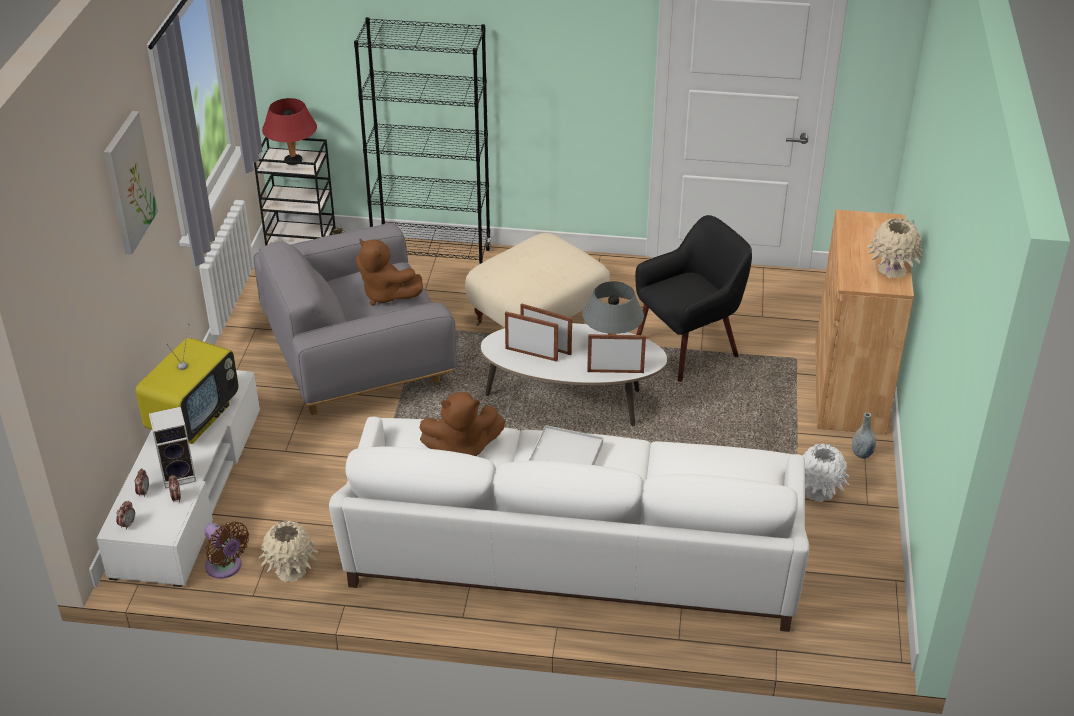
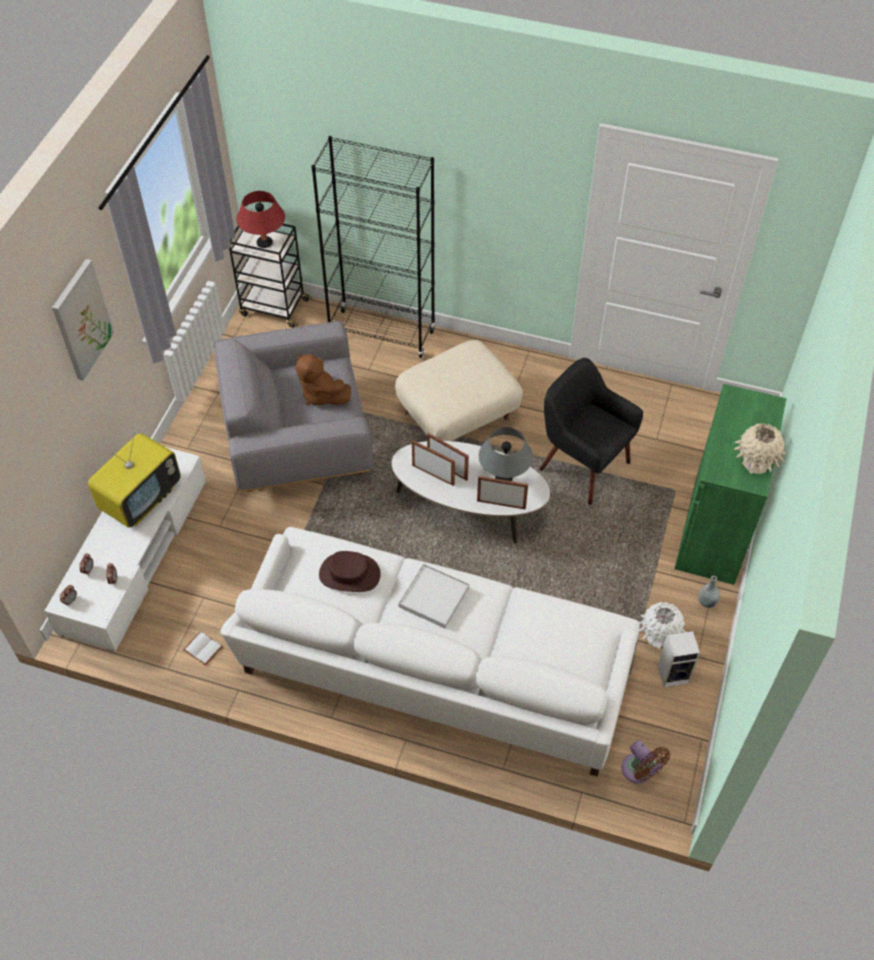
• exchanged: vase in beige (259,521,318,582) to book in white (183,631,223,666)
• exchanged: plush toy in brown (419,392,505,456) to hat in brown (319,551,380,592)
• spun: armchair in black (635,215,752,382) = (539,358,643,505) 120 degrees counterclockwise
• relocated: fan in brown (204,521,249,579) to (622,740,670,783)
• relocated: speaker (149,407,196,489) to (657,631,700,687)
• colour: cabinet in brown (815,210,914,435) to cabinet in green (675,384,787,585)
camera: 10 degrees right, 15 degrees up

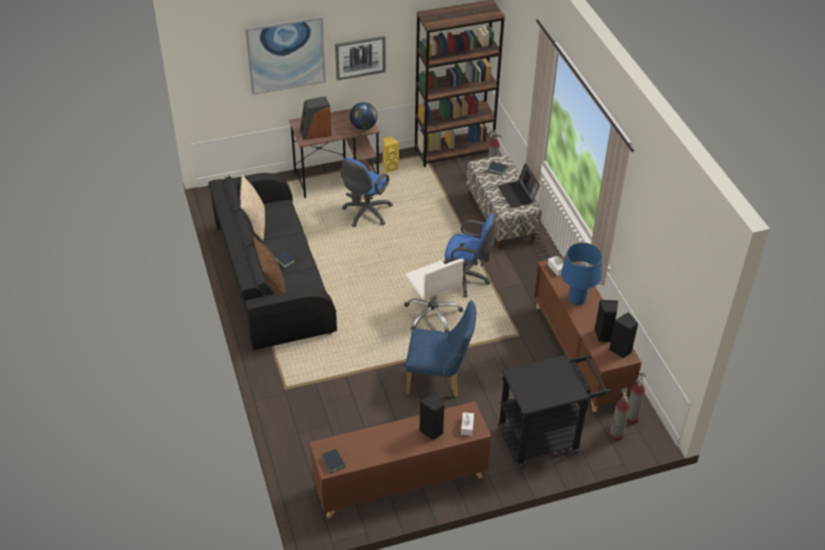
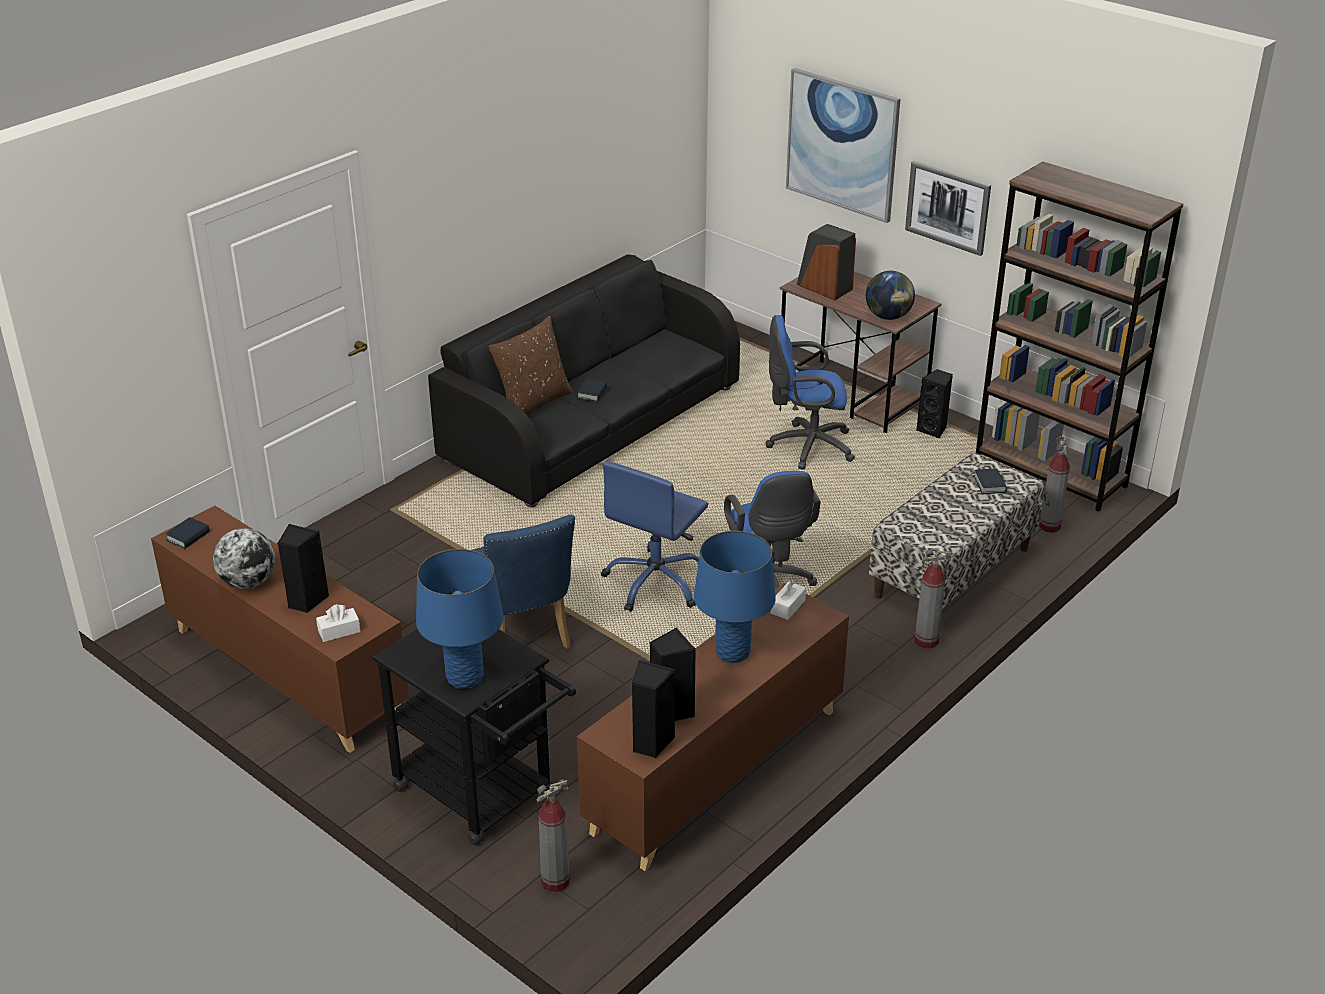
• appeared: globe (213,528,275,589)
• appeared: table lamp in blue (416,549,503,689)
• colour: office chair in white (404,259,464,333) to office chair in blue (601,461,708,612)
• relocated: fire extinguisher (627,372,646,424) to (914,550,952,649)
• colour: speaker in yellow (383,136,399,173) to speaker in black (916,369,953,438)
• missing: pillow in beige (240,175,265,241)
• missing: laptop (498,163,540,208)
camera: 60 degrees right, 10 degrees down

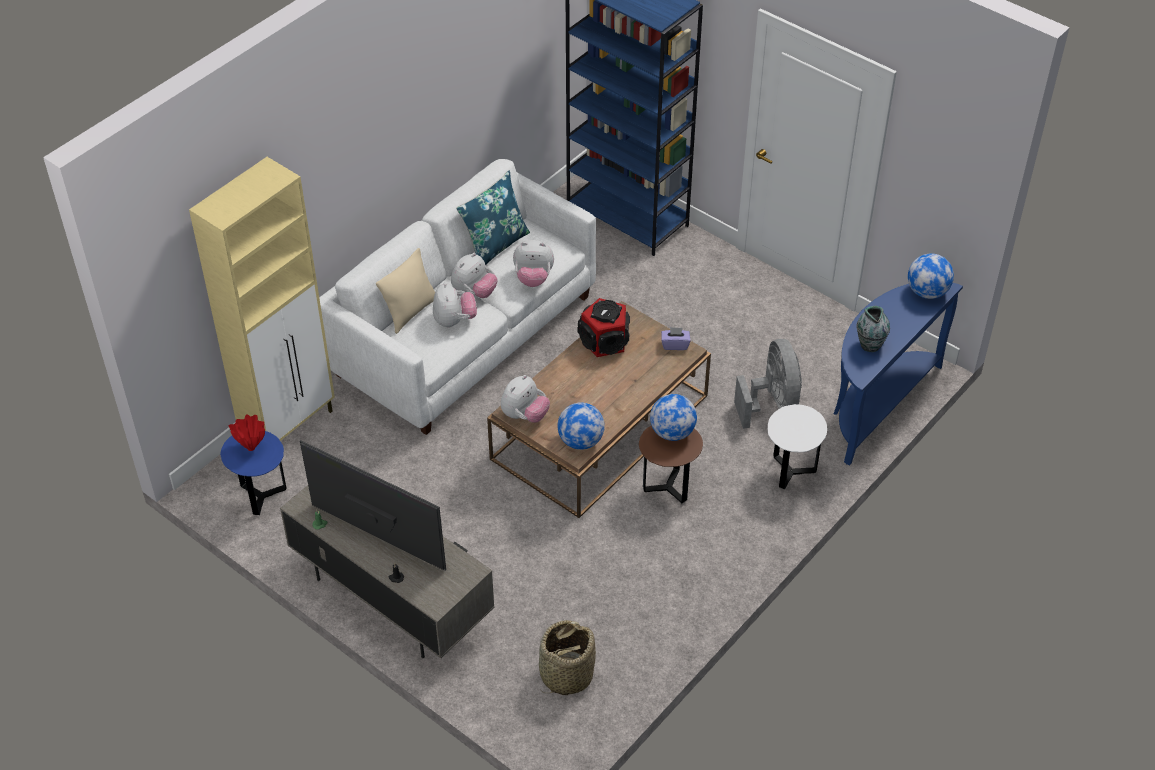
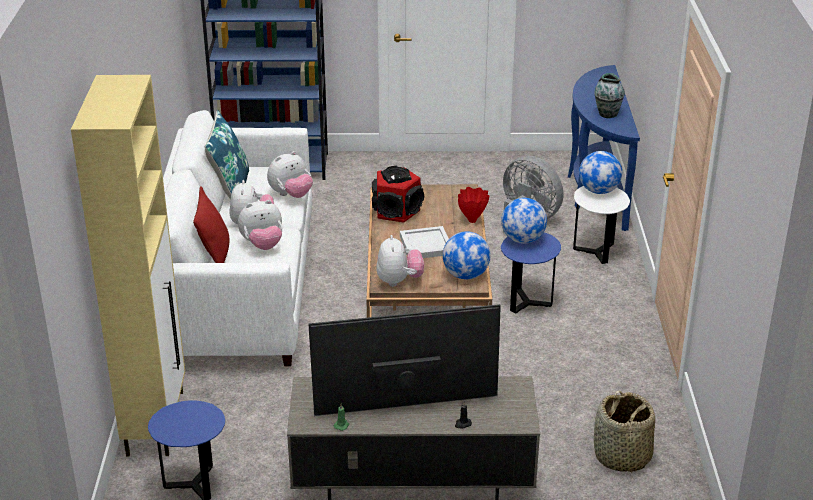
• colour: pillow in beige (376,248,435,334) to pillow in red (193,186,229,263)
• spun: plush toy (433,282,477,328) = (238,200,282,250) 120 degrees clockwise
• appeared: tray in white (400,226,449,258)
• relocated: vase in red (228,414,265,451) to (458,187,489,223)
• colour: side table in brown (639,426,703,503) to side table in blue (501,232,561,313)
• relocated: globe (908,253,954,299) to (579,151,622,194)
• missing: tissue box in purple (661,327,691,350)
camera: 40 degrees left, 15 degrees down

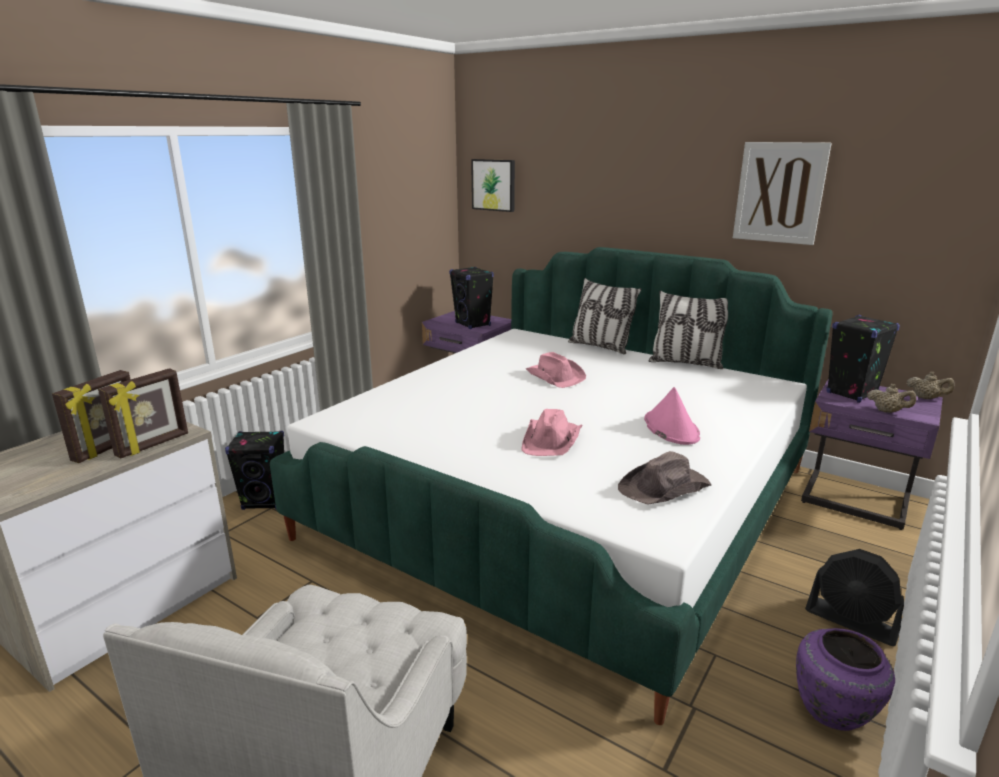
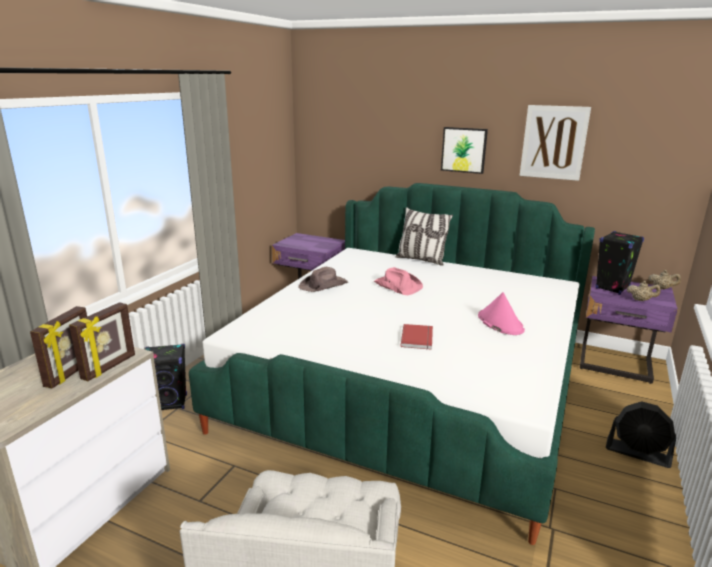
• relocated: hat in brown (618,451,712,505) to (298,267,348,292)
• exchanged: hat in pink (521,409,583,456) to book in red (401,324,433,350)
• relocated: picture (471,159,515,212) to (441,127,488,174)
• missing: speaker in black (449,267,494,329)
• missing: pillow (648,291,728,369)
• missing: vase in purple (796,628,895,731)
camera: 10 degrees left, 0 degrees up

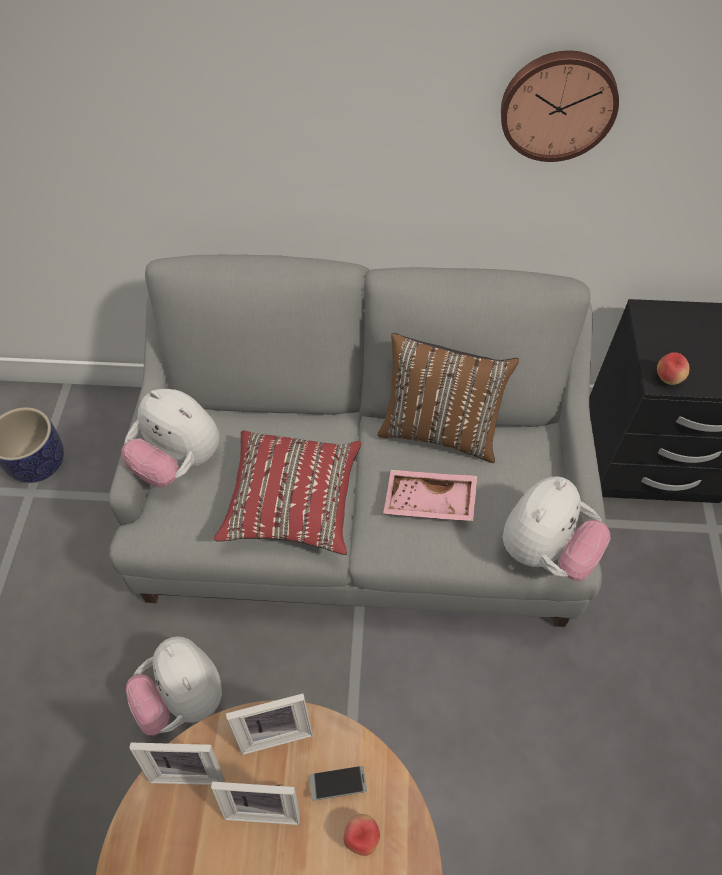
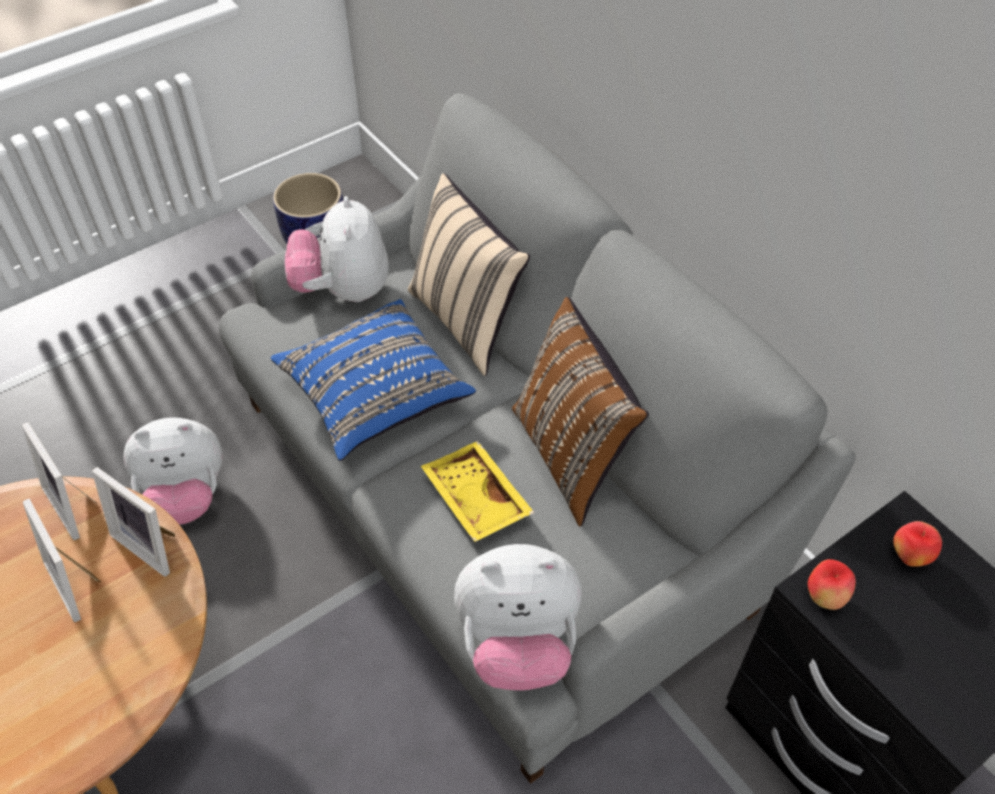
• spun: plush toy (126,637,222,736) = (124,417,223,525) 120 degrees counterclockwise
• colour: pillow in red (214,430,361,555) to pillow in blue (271,299,476,461)
• appeared: pillow in beige (408,173,530,376)
• colour: tray in pink (383,470,478,521) to tray in yellow (421,441,535,542)
• relocated: apple (344,814,380,856) to (893,521,942,567)
• missing: phone (309,766,367,801)
• missing: wall clock (501,51,619,162)
camera: 50 degrees right, 5 degrees down

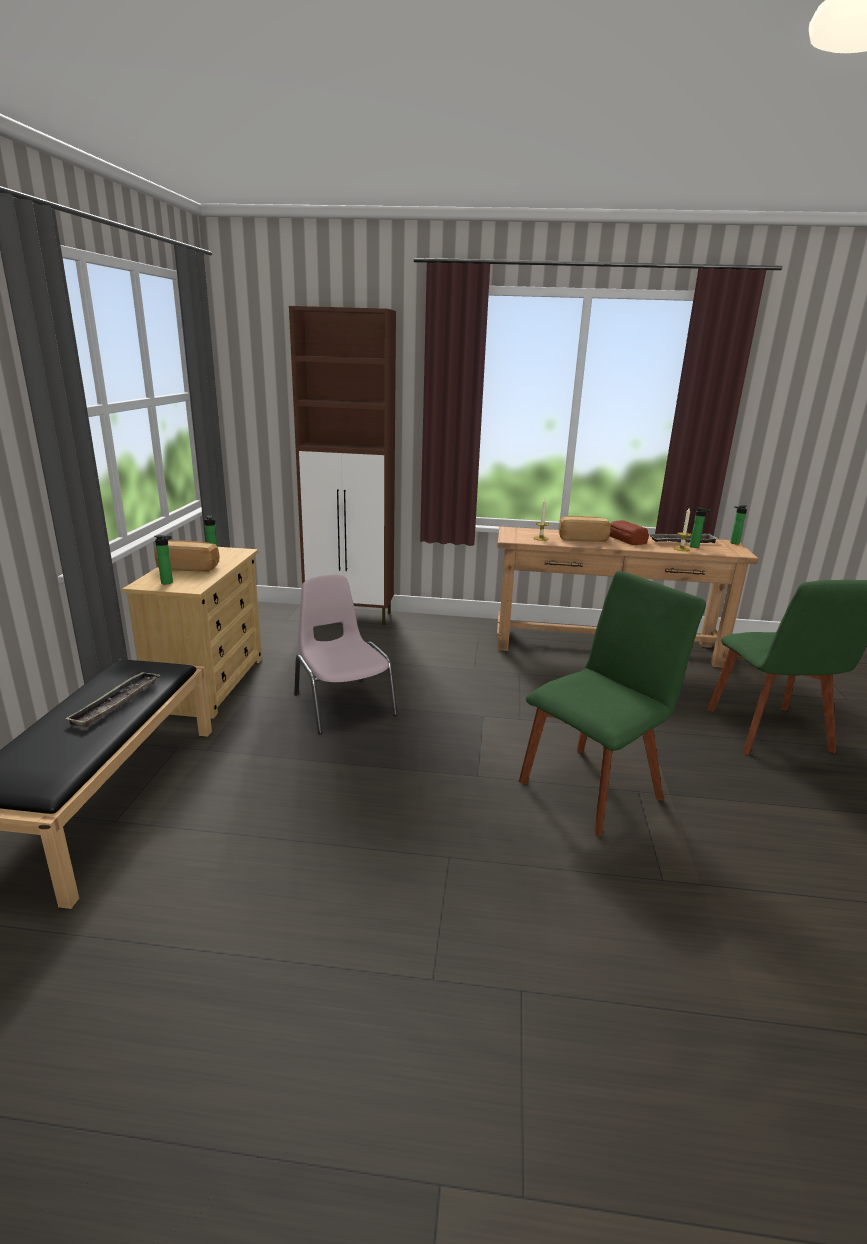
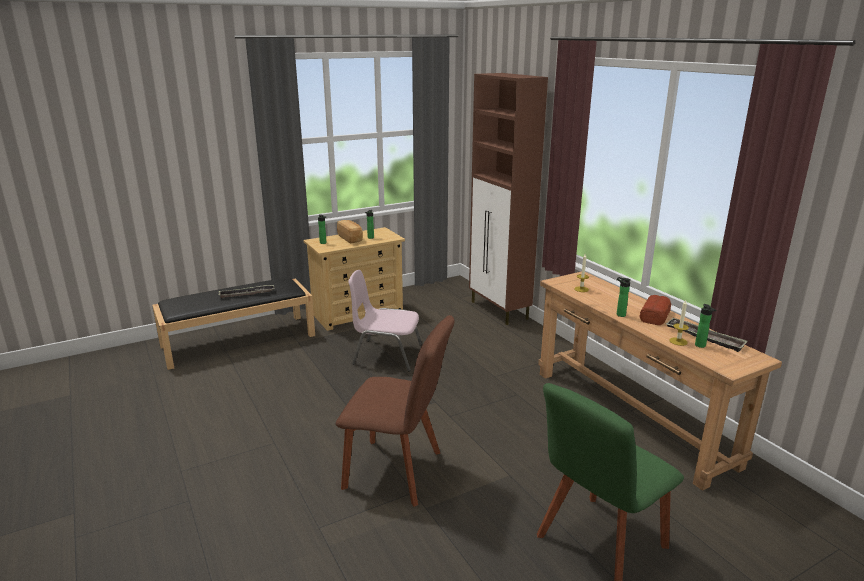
• colour: chair in green (519,571,706,837) to chair in brown (336,315,455,507)
• spun: chair in pink (294,575,398,734) = (348,270,422,371) 105 degrees counterclockwise
• relocated: bottle (730,505,747,544) to (617,277,631,317)
• missing: bread (559,516,611,542)
camera: 55 degrees right, 0 degrees up

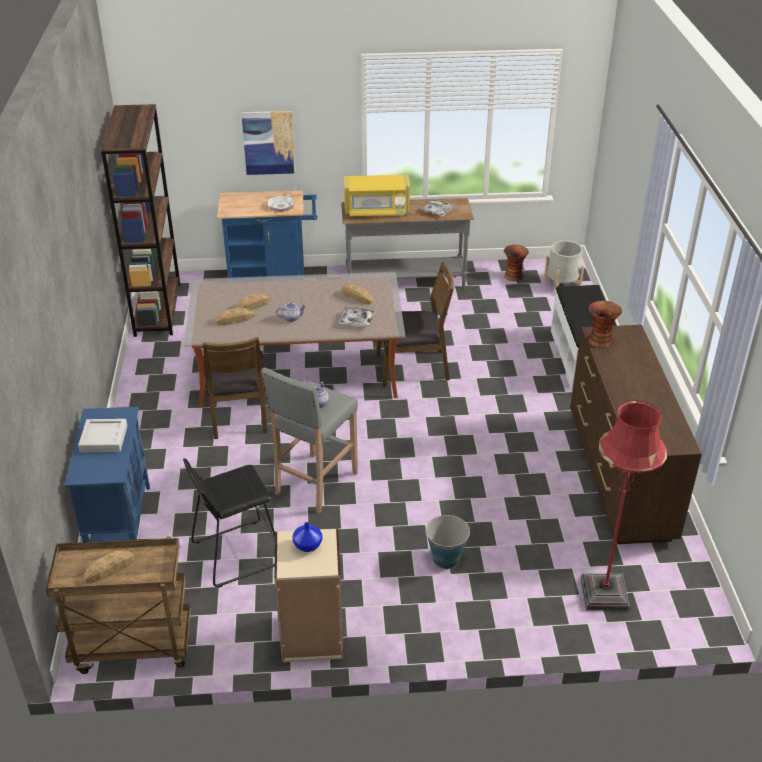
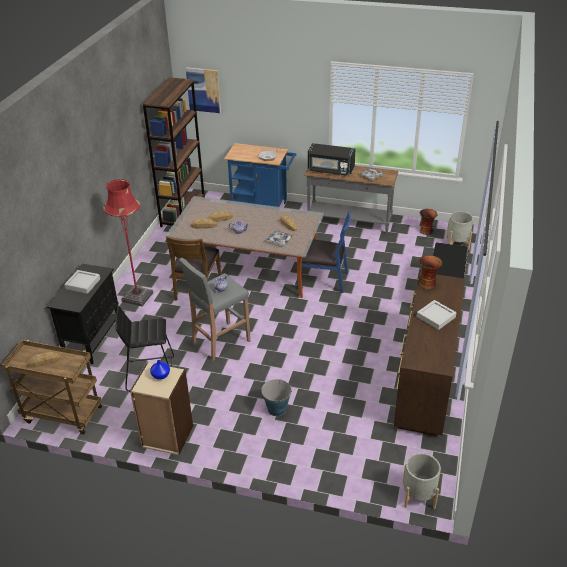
• colour: cabinet in blue (65,407,150,542) to cabinet in black (47,264,119,364)
• relocated: floor lamp in red (581,400,667,611) to (104,179,154,307)
• relocated: picture (241,111,295,175) to (186,67,221,113)
• colour: chair in brown (376,262,454,387) to chair in blue (296,211,351,293)
• colour: microwave in yellow (344,175,410,216) to microwave in black (308,143,356,176)
• appeared: planter in grey (403,453,441,509)
• appeared: tray in grey (417,300,456,330)
camera: 20 degrees right, 0 degrees up

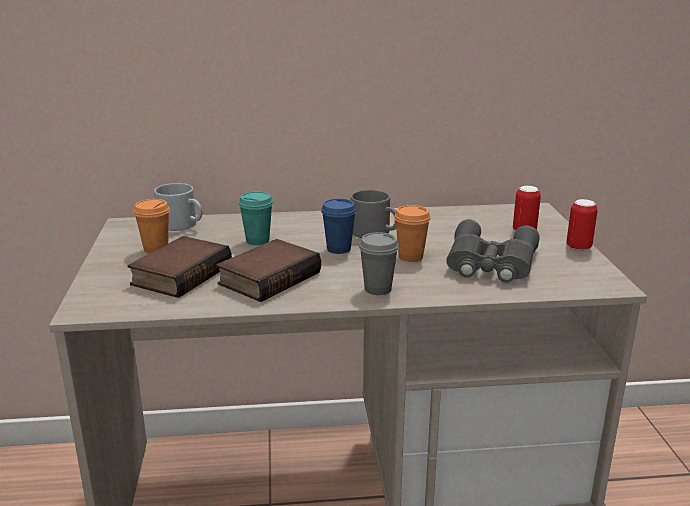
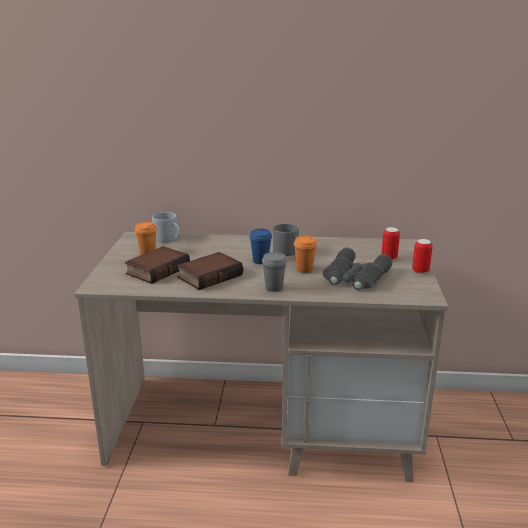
• missing: cup in turquoise (239,192,273,245)
camera: 10 degrees right, 0 degrees up

